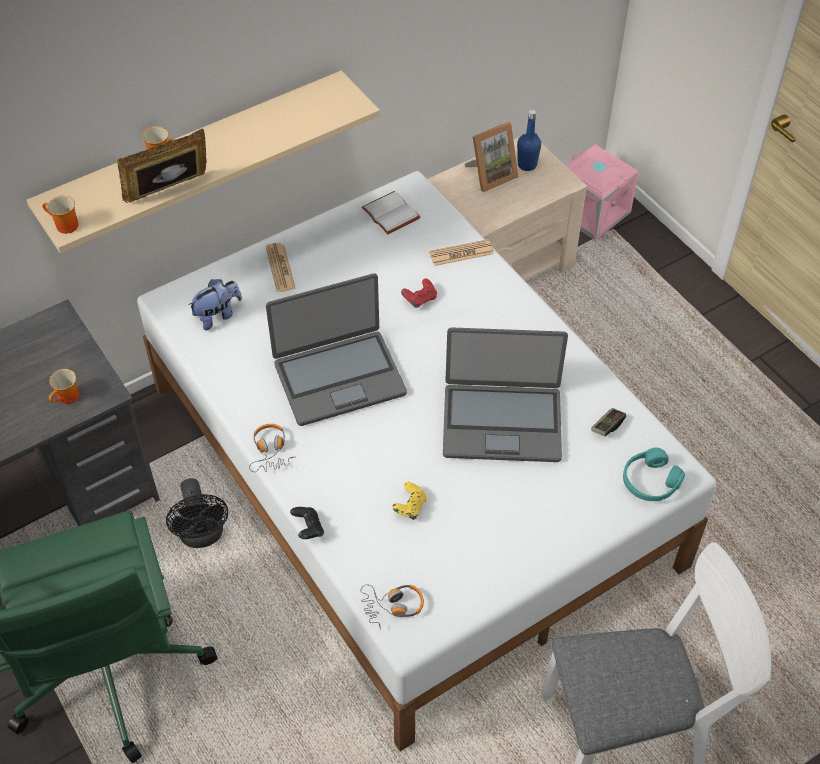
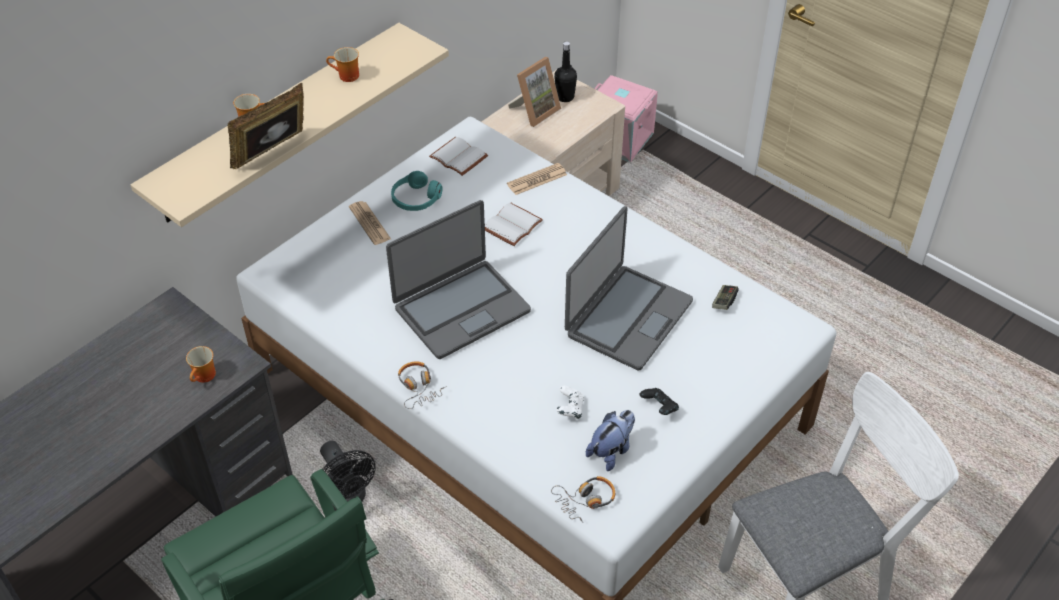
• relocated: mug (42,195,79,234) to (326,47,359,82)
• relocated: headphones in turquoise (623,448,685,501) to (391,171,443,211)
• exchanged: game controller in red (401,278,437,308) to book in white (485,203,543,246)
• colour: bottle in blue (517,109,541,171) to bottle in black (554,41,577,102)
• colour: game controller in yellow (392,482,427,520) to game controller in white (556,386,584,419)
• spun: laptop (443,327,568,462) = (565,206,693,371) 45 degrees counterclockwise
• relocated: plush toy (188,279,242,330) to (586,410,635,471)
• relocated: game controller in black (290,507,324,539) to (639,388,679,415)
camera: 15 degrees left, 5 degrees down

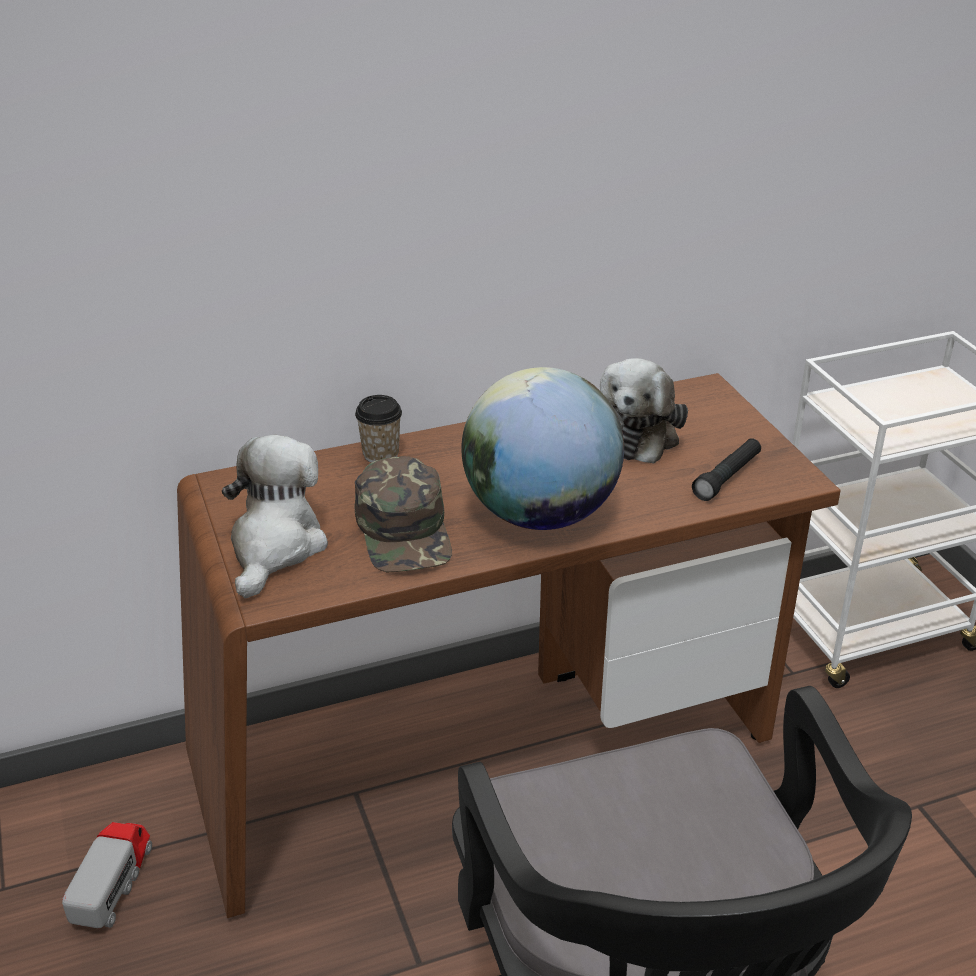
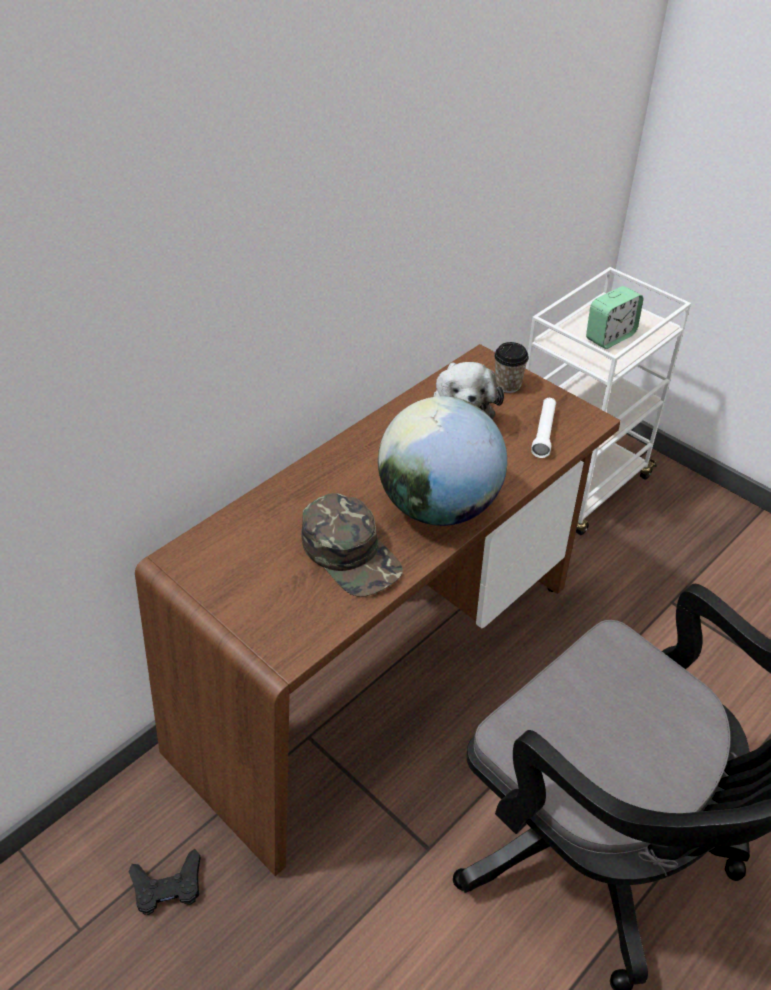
• exchanged: toy truck (62,822,152,928) to game controller in black (129,849,201,915)
• relocated: cup (355,395,402,463) to (494,342,529,393)
• colour: flashlight in black (692,438,761,501) to flashlight in white (531,398,556,458)
• appeared: alarm clock (586,286,643,349)
• missing: plush toy (222,435,328,598)
camera: 25 degrees left, 10 degrees up

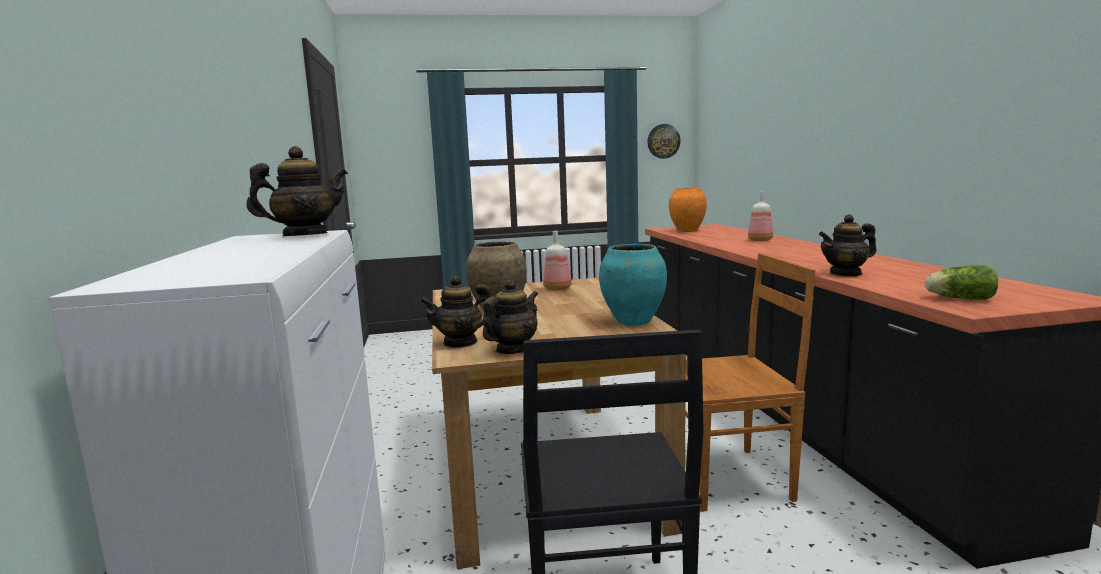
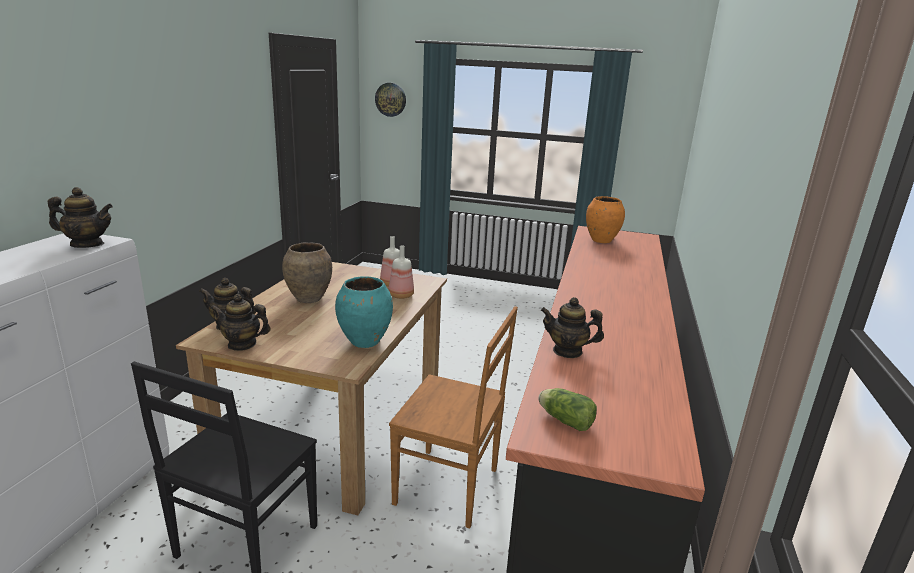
• spun: teapot (483,279,538,354) = (210,294,271,351) 150 degrees counterclockwise
• relocated: wall clock (647,124,680,159) to (375,83,406,117)
• relocated: bottle (748,191,773,241) to (389,246,414,299)
camera: 25 degrees right, 10 degrees up

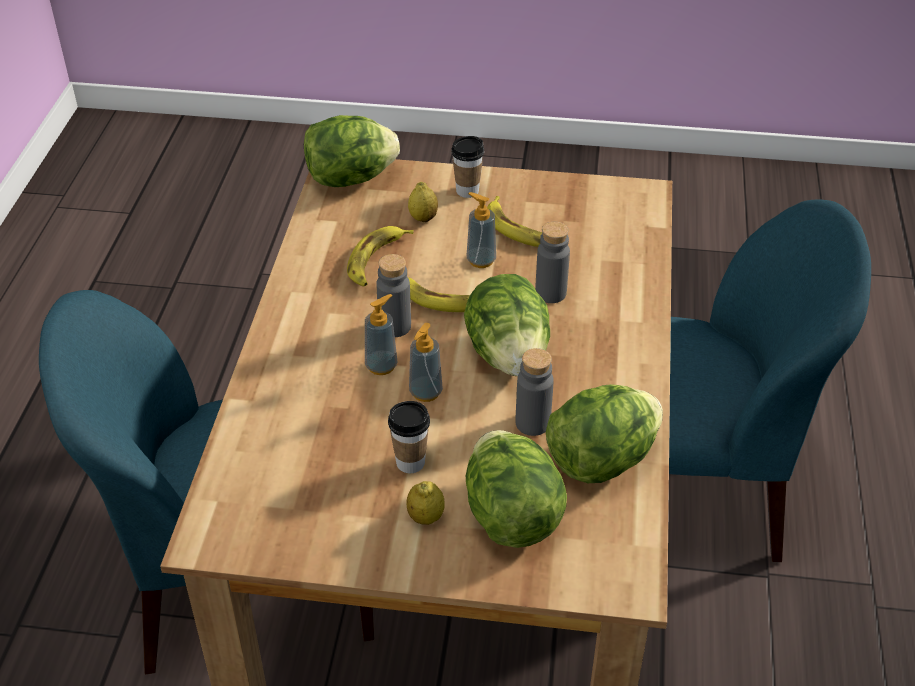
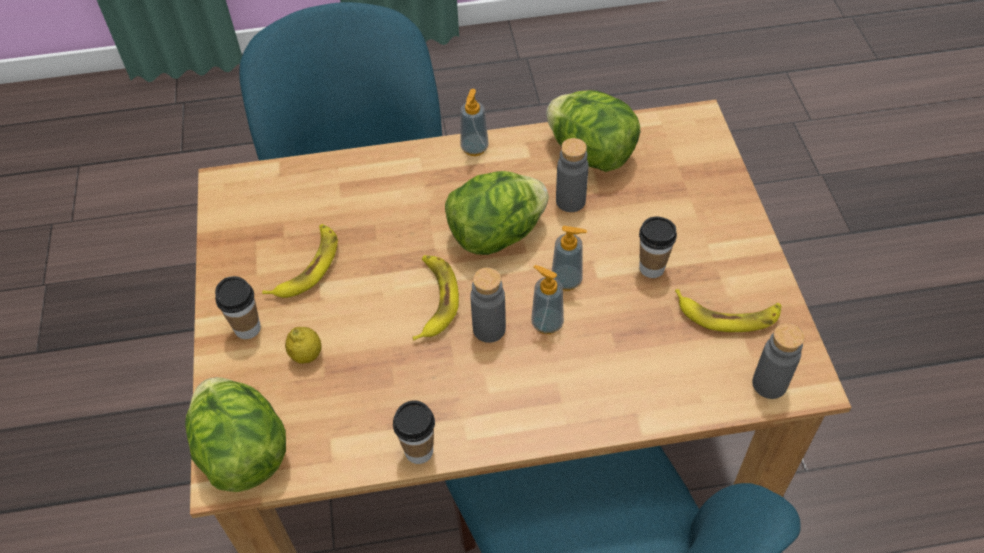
• appeared: cup (393,400,435,464)
• relocated: soap dispenser (467,192,496,268) to (460,89,488,156)
• relocated: banana (347,226,414,286) to (675,289,781,332)
• relocated: bottle in grey (535,222,570,303) to (752,323,804,399)
• missing: lemon (406,481,445,525)
• missing: lettuce (466,430,567,548)
camera: 105 degrees left, 10 degrees up

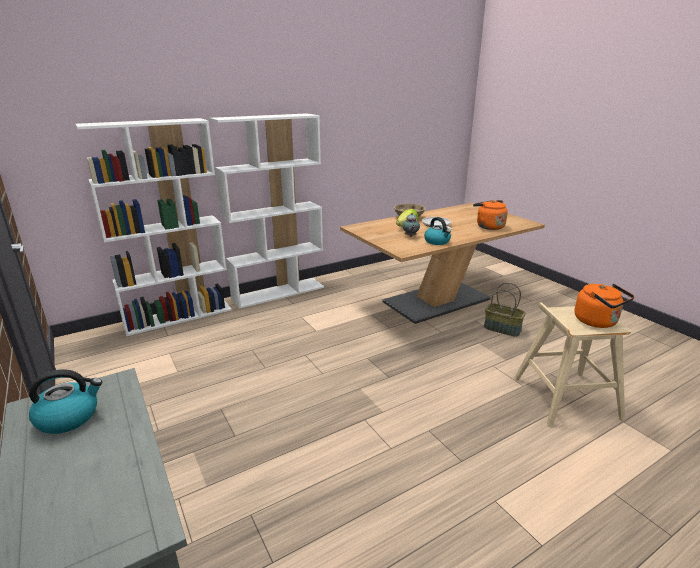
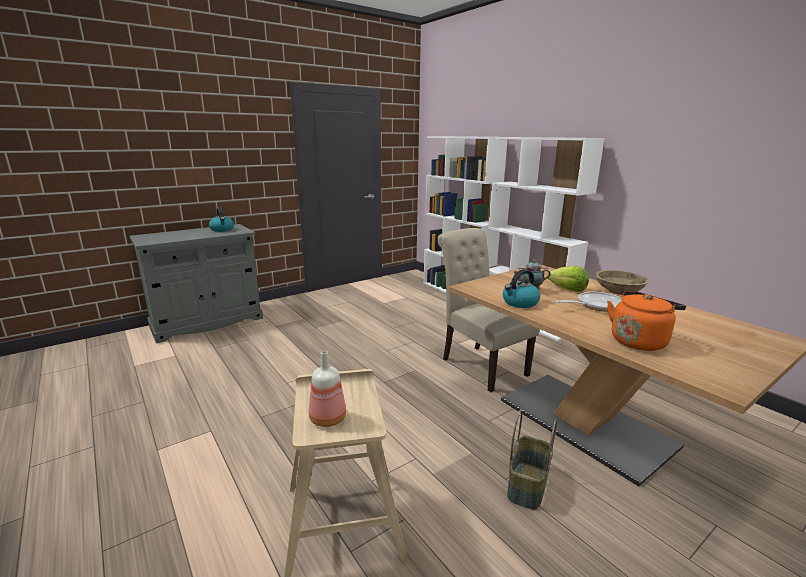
• exchanged: kettle in orange (575,284,635,328) to bottle (309,351,346,427)
• appeared: chair in beige (437,228,540,392)
camera: 85 degrees right, 5 degrees down

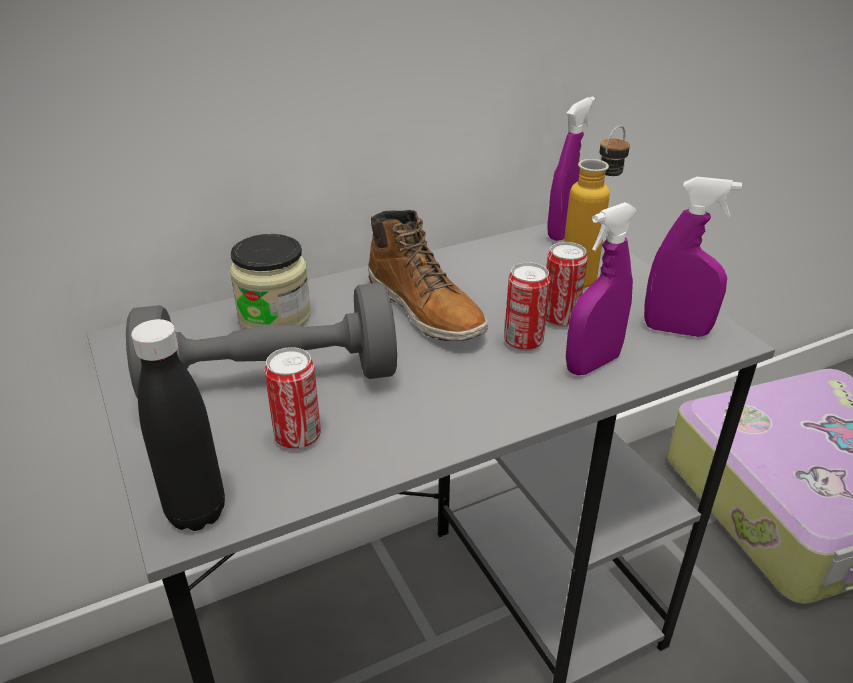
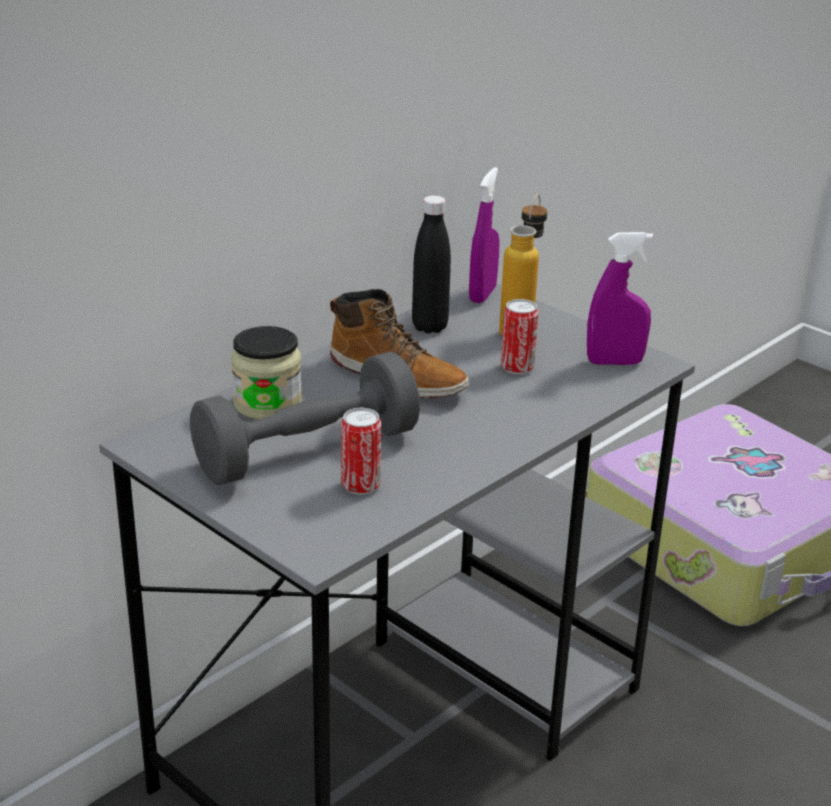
• relocated: bottle in black (131,319,225,531) to (412,195,451,334)
• missing: can (504,262,550,351)
• missing: spray bottle in purple (566,202,637,375)
camera: 20 degrees left, 5 degrees down

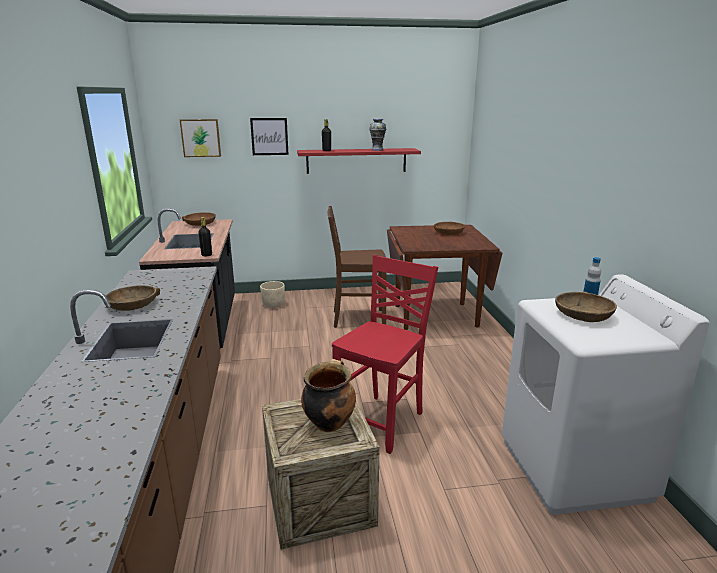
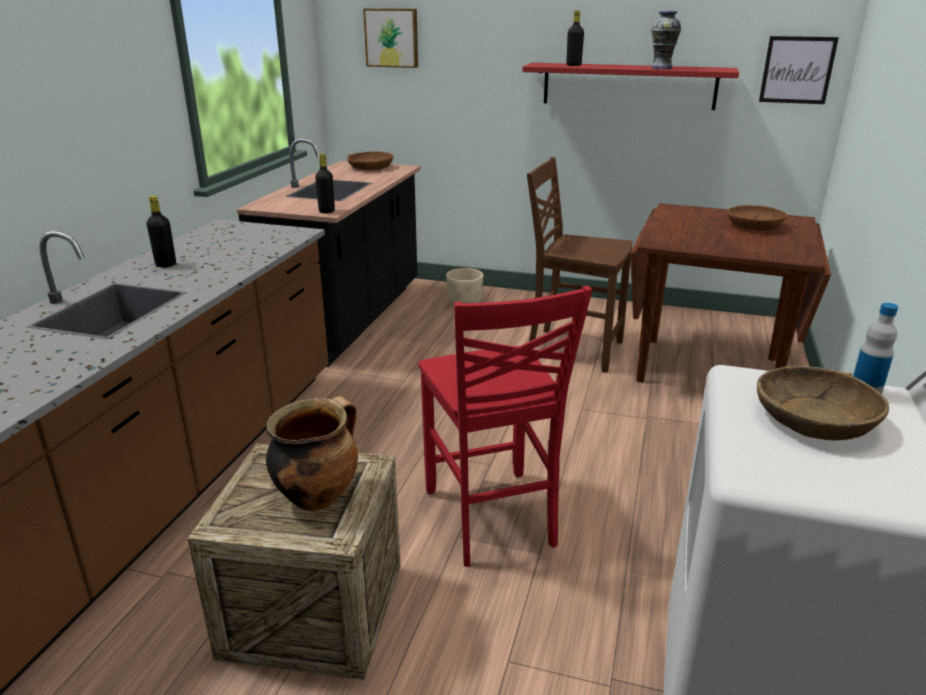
• exchanged: bowl in brown (106,285,160,311) to bottle in black (147,196,176,267)
• spun: chair in red (332,255,438,454) = (418,286,592,567) 105 degrees clockwise
• relocated: picture (250,118,289,155) to (759,36,839,104)
camera: 25 degrees right, 5 degrees up

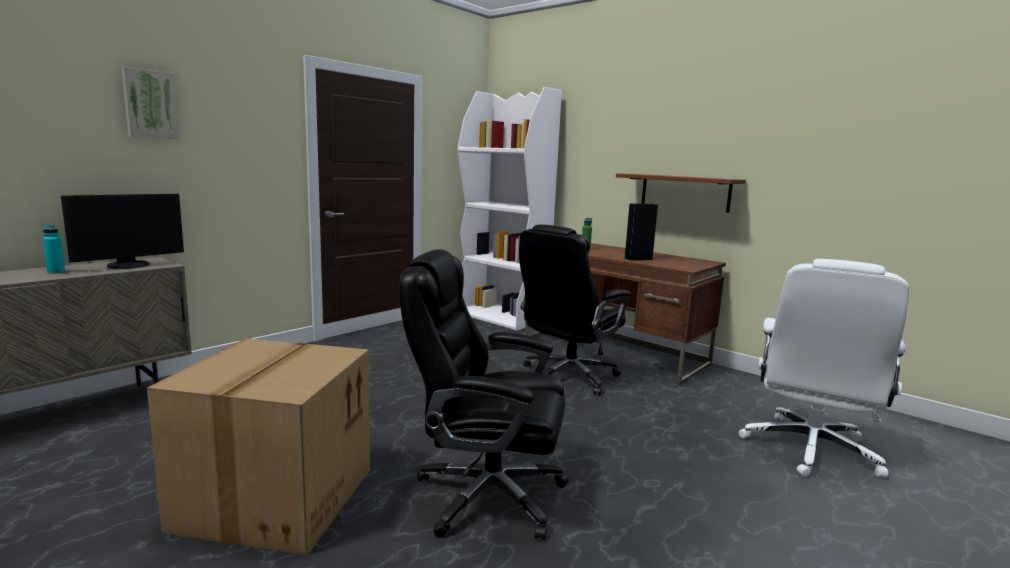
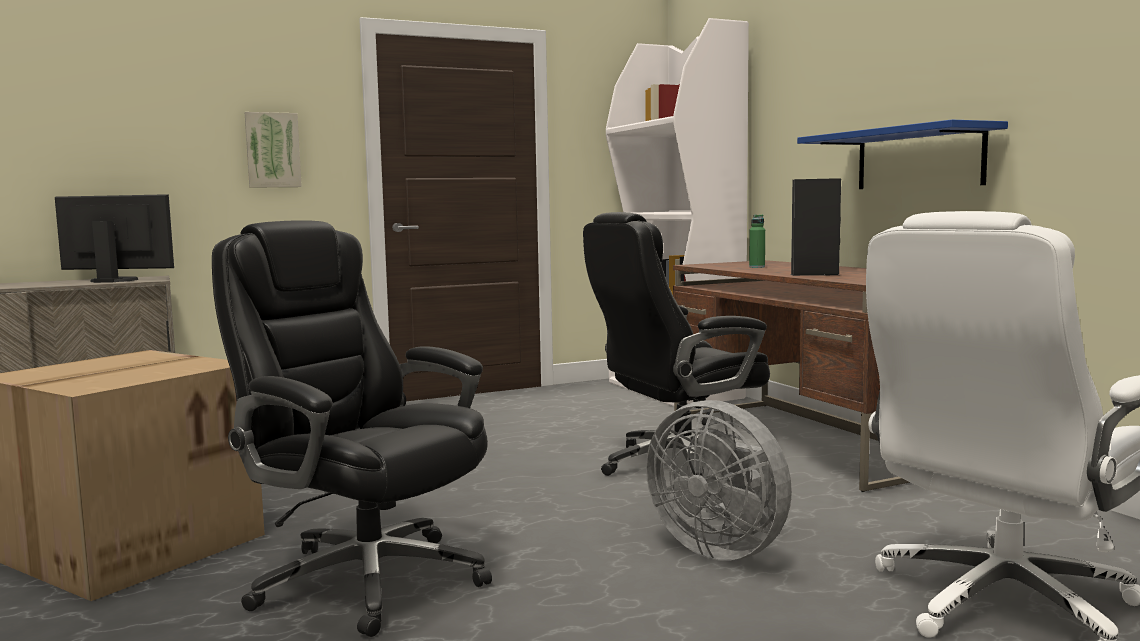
• spun: monitor (61,194,184,269) = (55,194,174,283) 150 degrees counterclockwise
• relocated: picture (122,66,179,139) to (245,112,302,188)
• appeared: fan in grey (646,400,792,561)
• colour: shelf in brown (616,174,746,213) to shelf in blue (797,119,1008,189)
• missing: bottle in turquoise (43,224,65,274)
camera: 25 degrees right, 5 degrees down

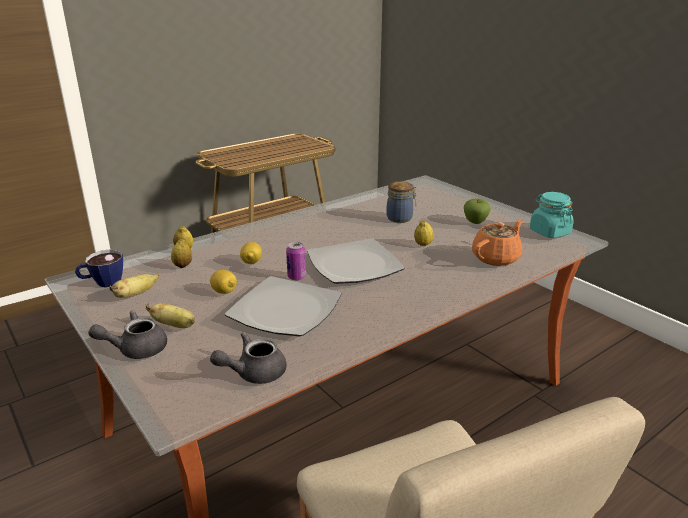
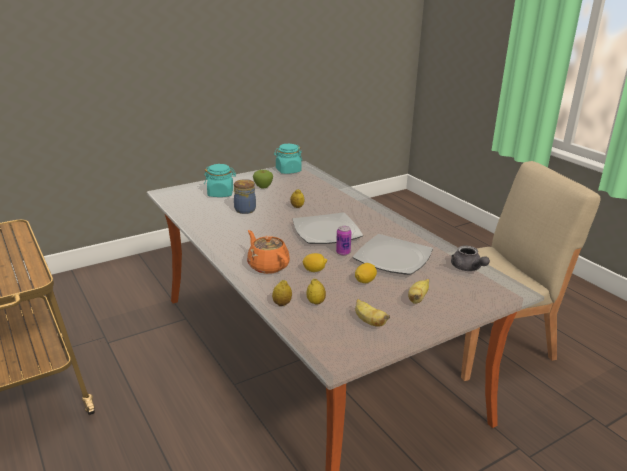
• appeared: jar in turquoise (204,164,236,197)
• relocated: teapot in orange (472,219,523,266) to (247,230,290,274)
• missing: cup (75,249,123,287)
• missing: teapot in grey (88,310,167,359)
camera: 85 degrees left, 0 degrees up

